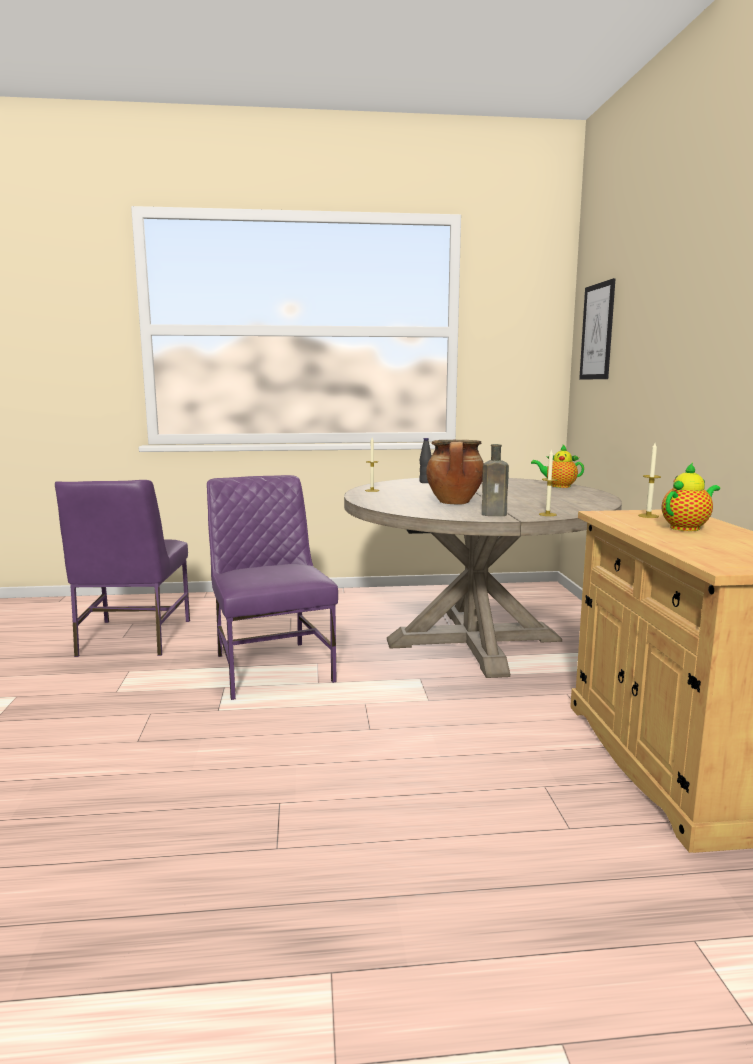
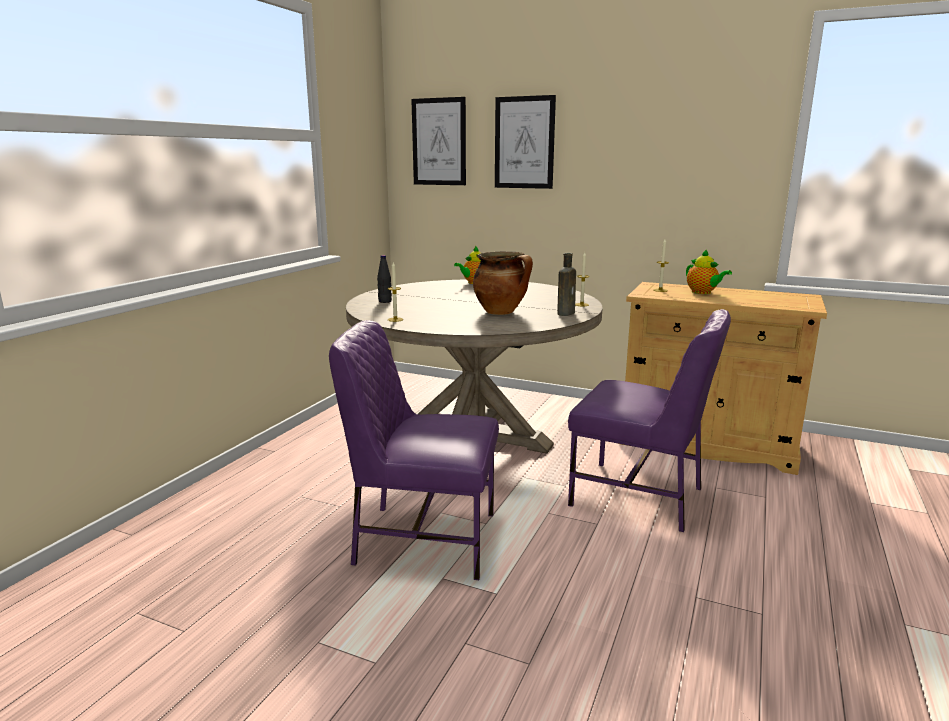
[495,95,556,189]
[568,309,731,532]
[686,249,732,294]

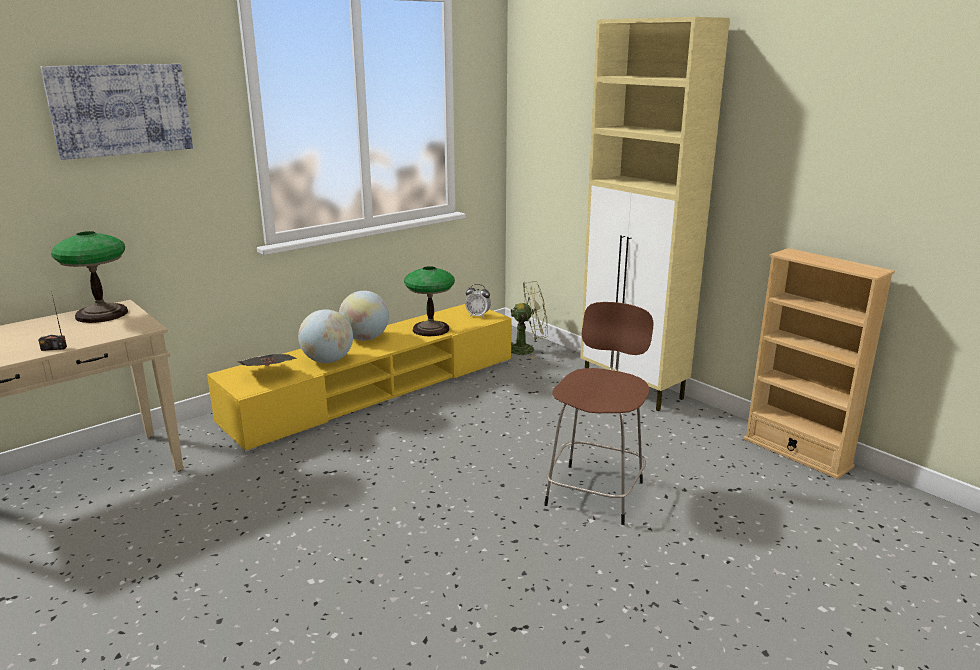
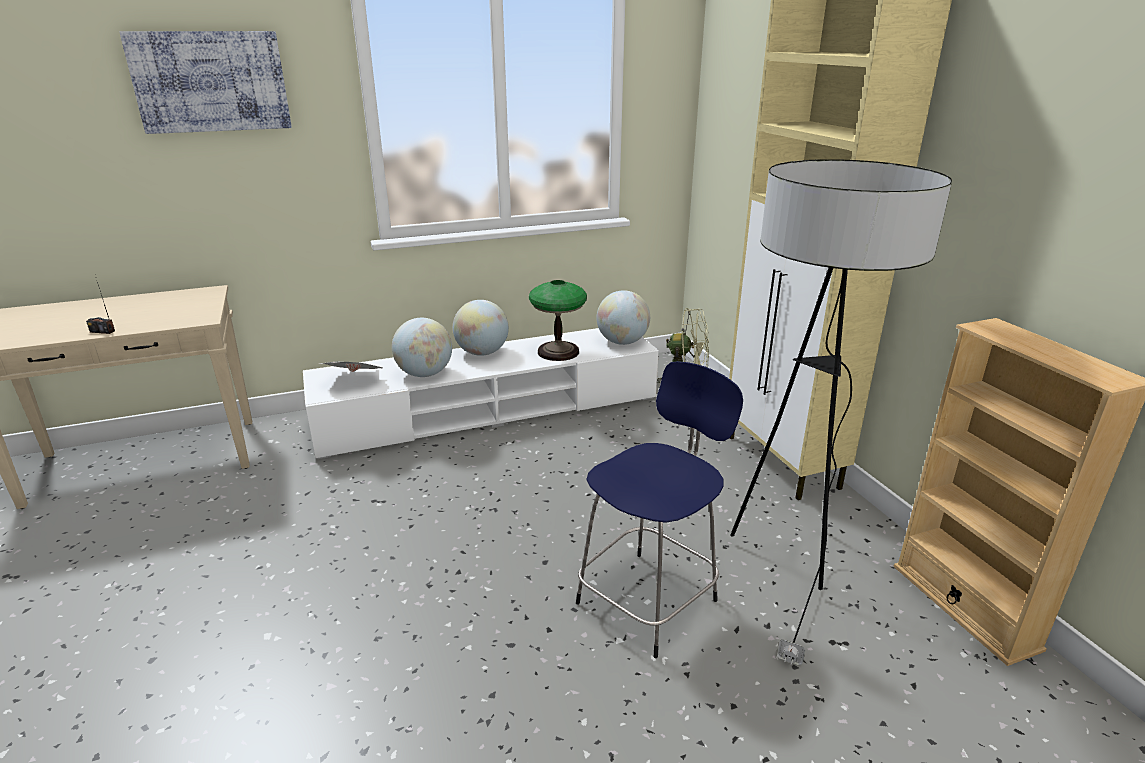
[51,231,128,323] (first image)
[730,159,952,665]
[597,290,650,345]
[303,328,659,459]
[576,361,743,658]

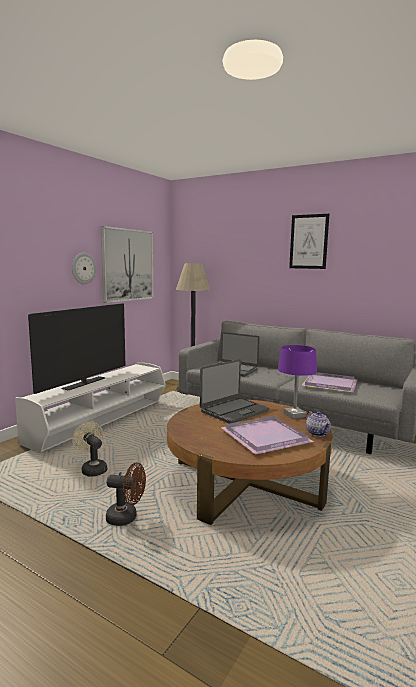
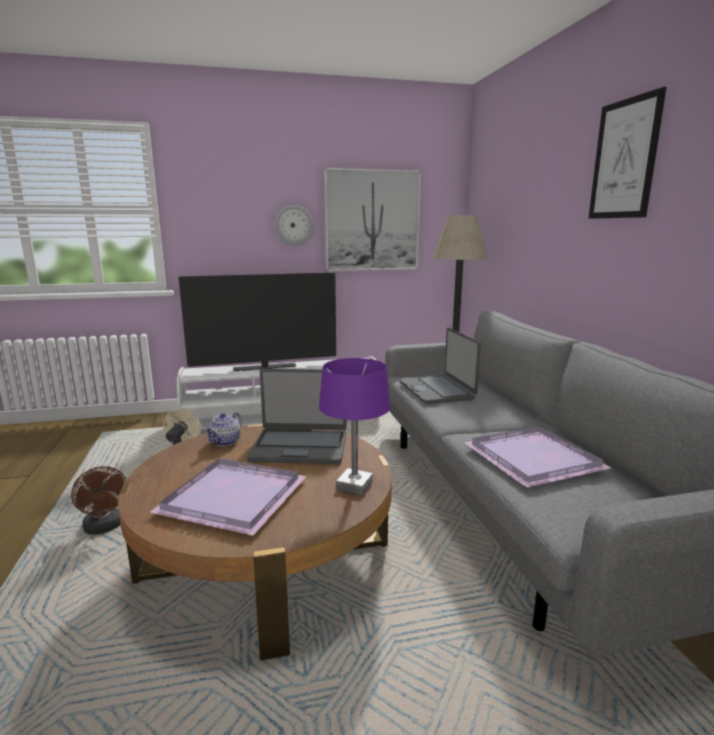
[204,412,242,446]

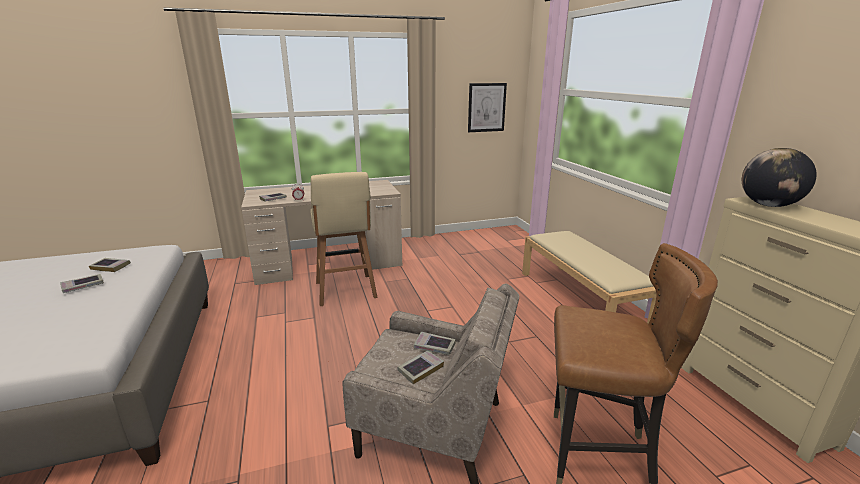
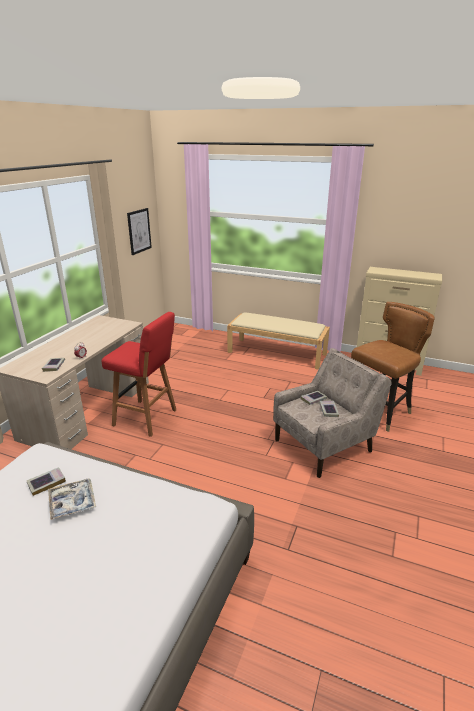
[742,148,817,207] (first image)
[48,478,96,520]
[101,312,176,437]

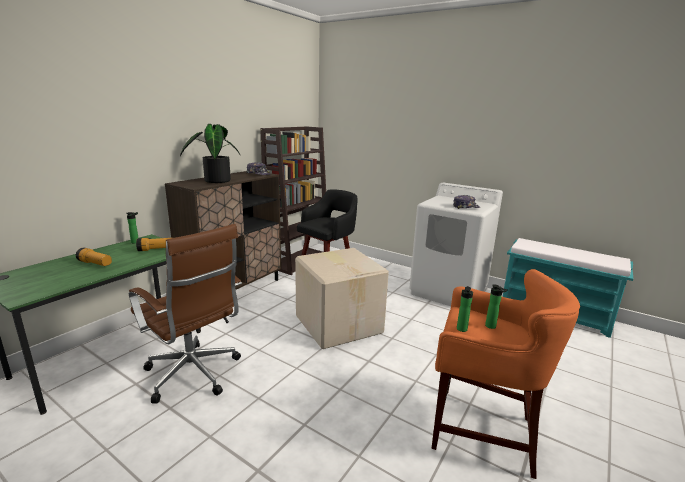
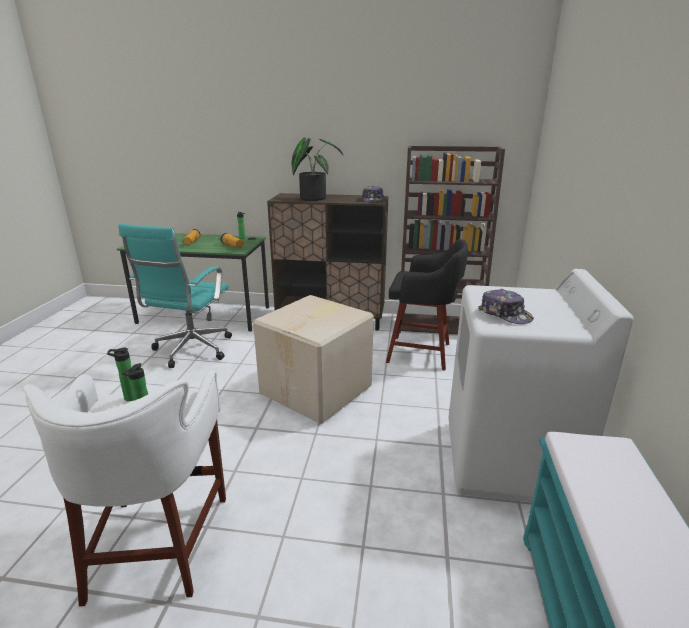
[118,224,232,368]
[23,370,226,607]

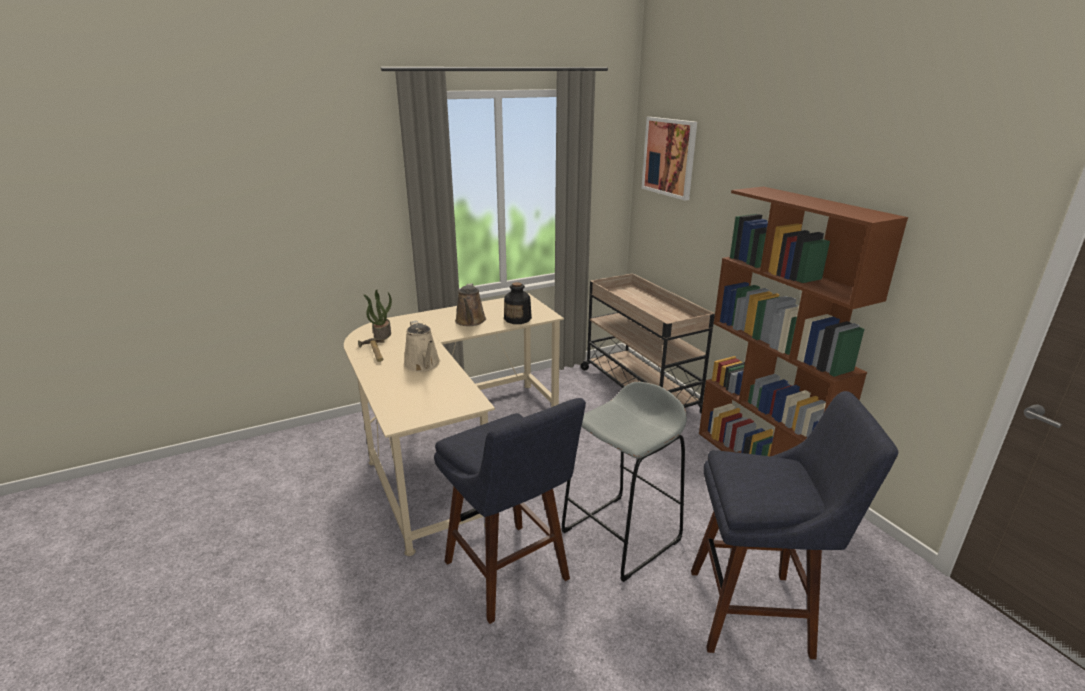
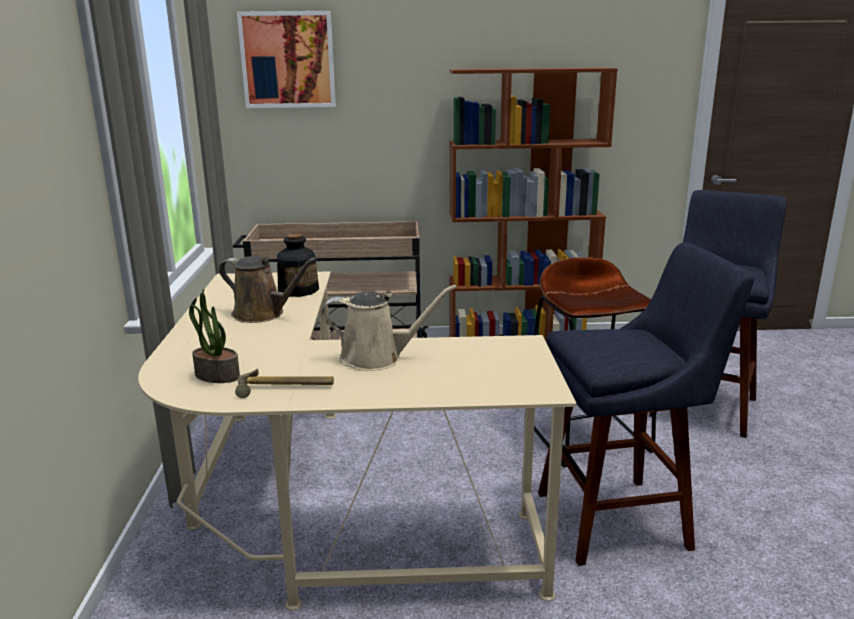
[534,257,656,467]

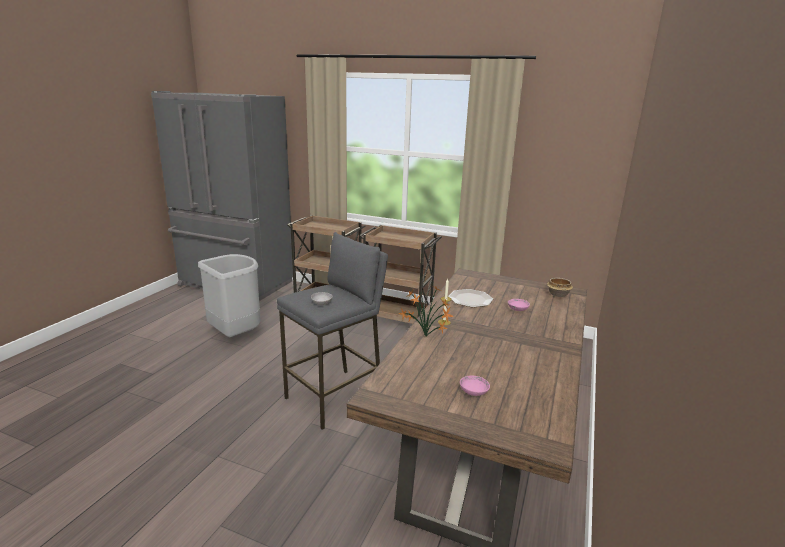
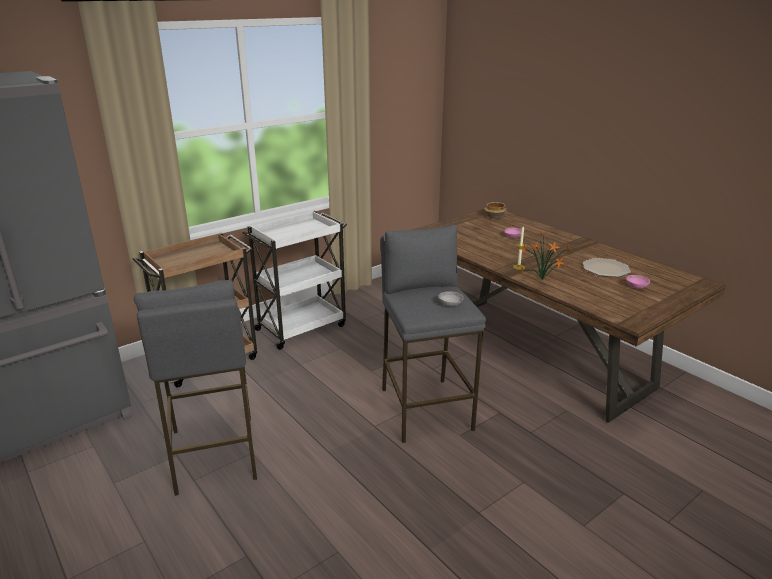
[583,258,631,277]
[134,280,257,496]
[242,211,347,350]

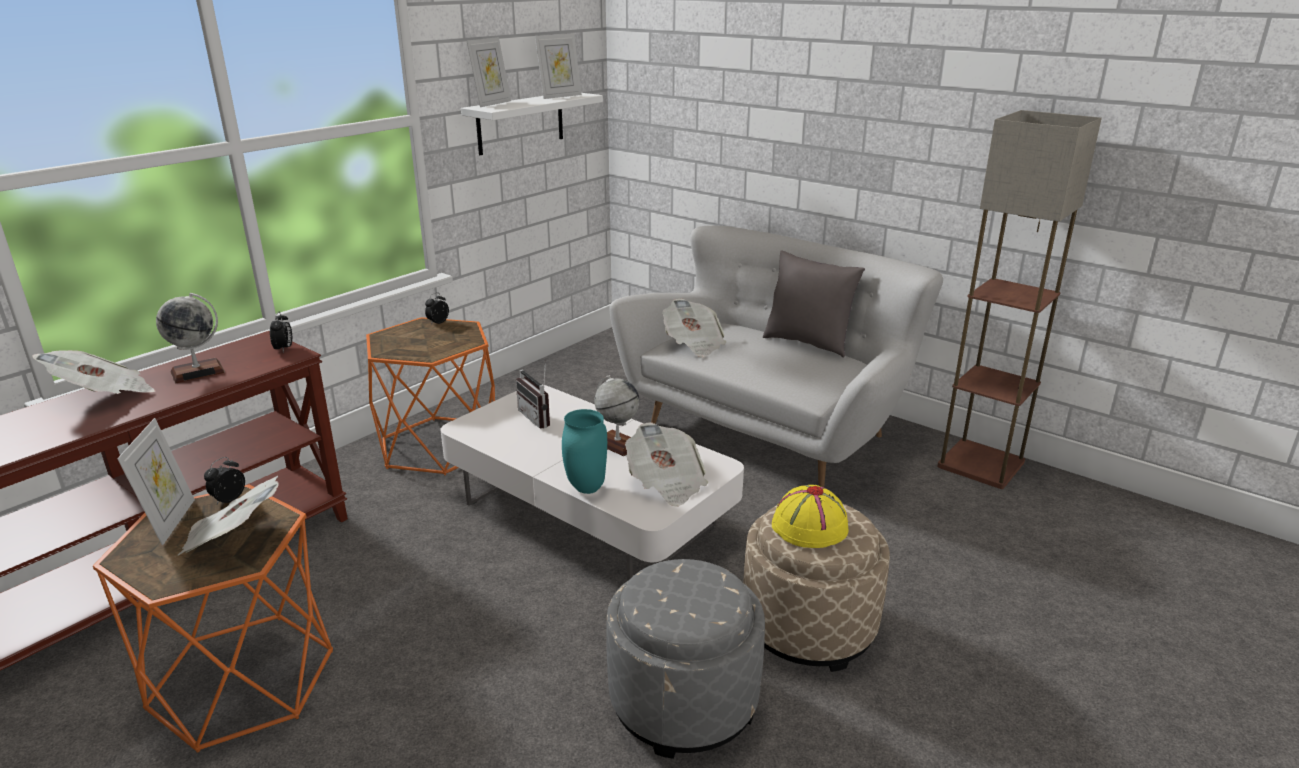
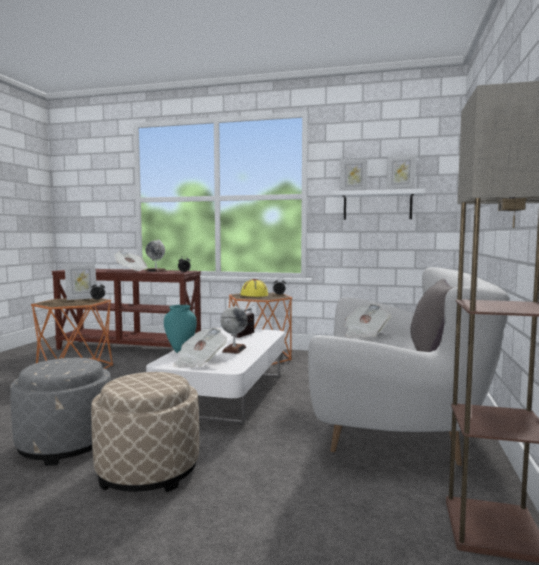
[177,476,279,556] (first image)
[240,279,268,297]

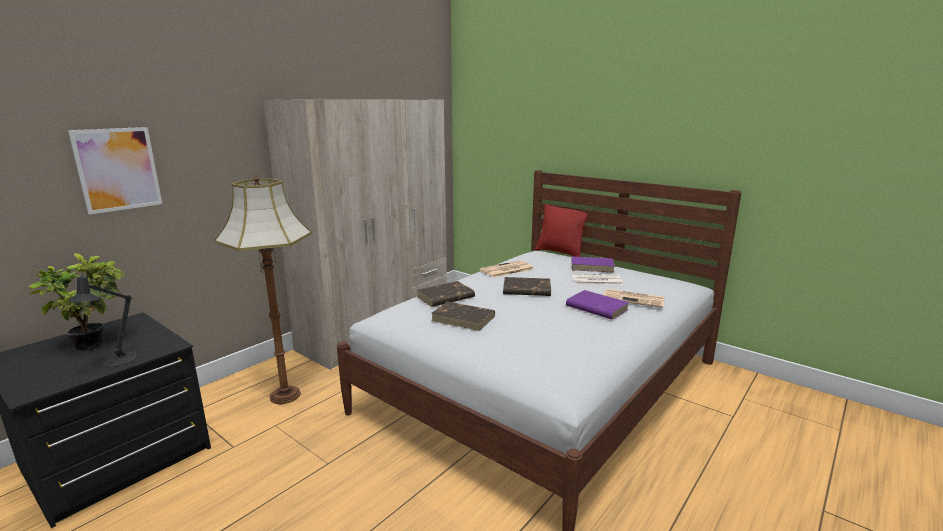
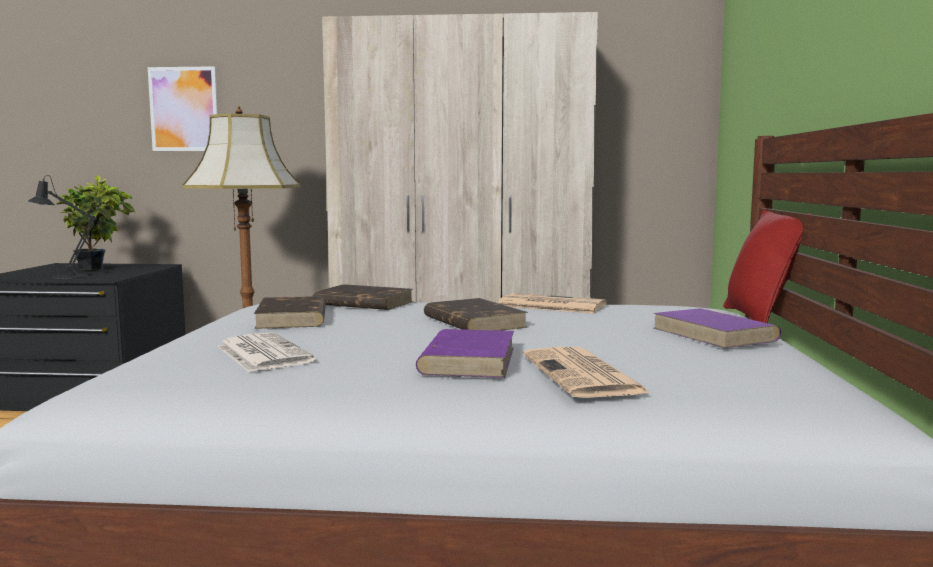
[217,332,316,372]

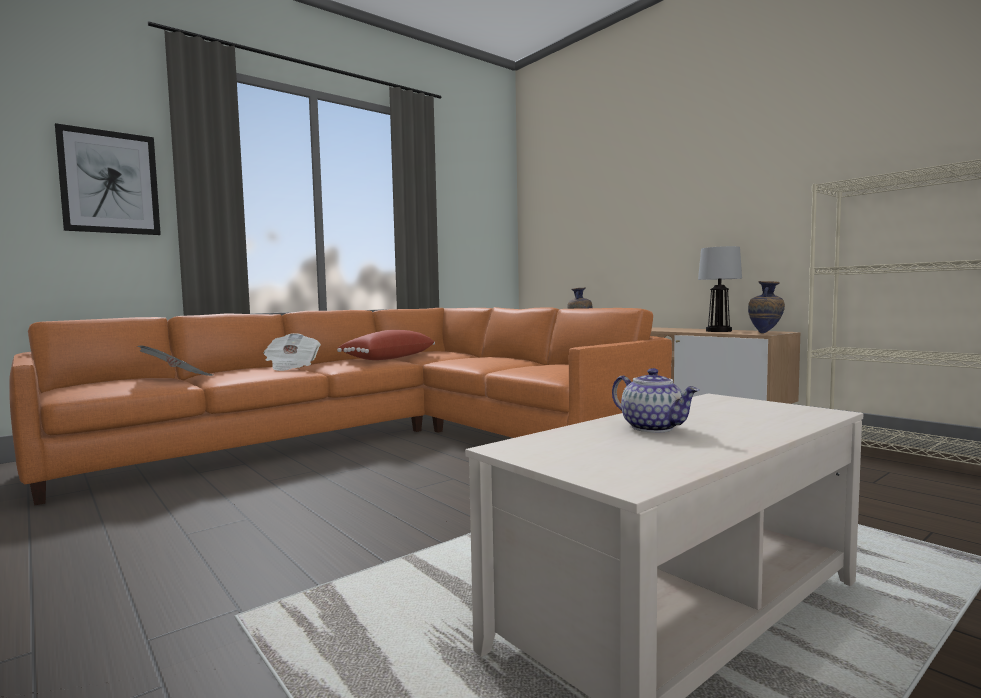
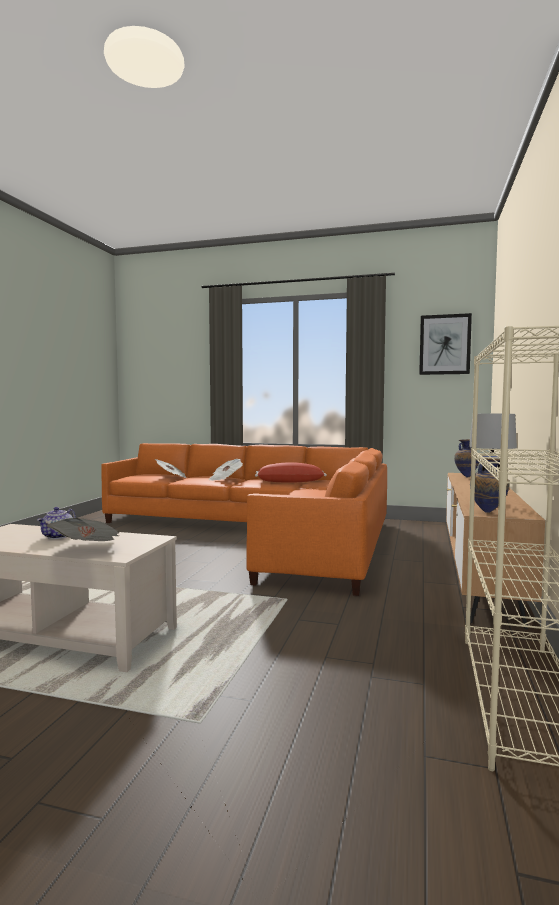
[46,518,120,541]
[419,313,472,375]

